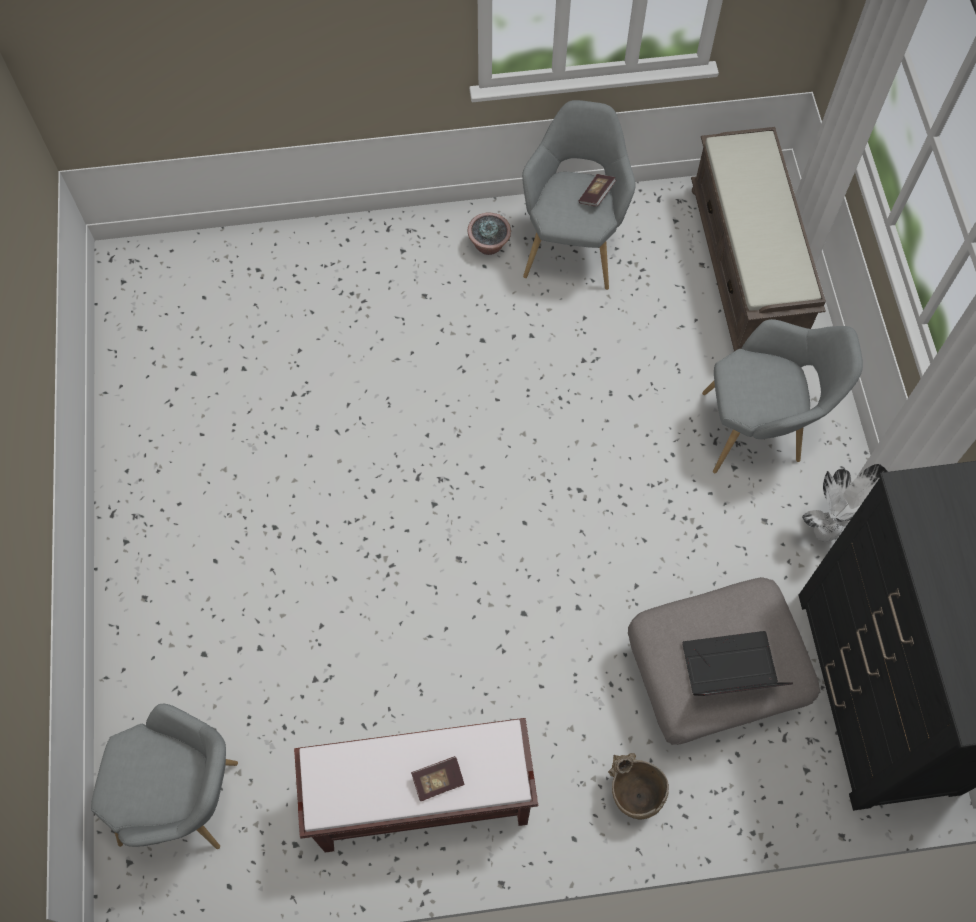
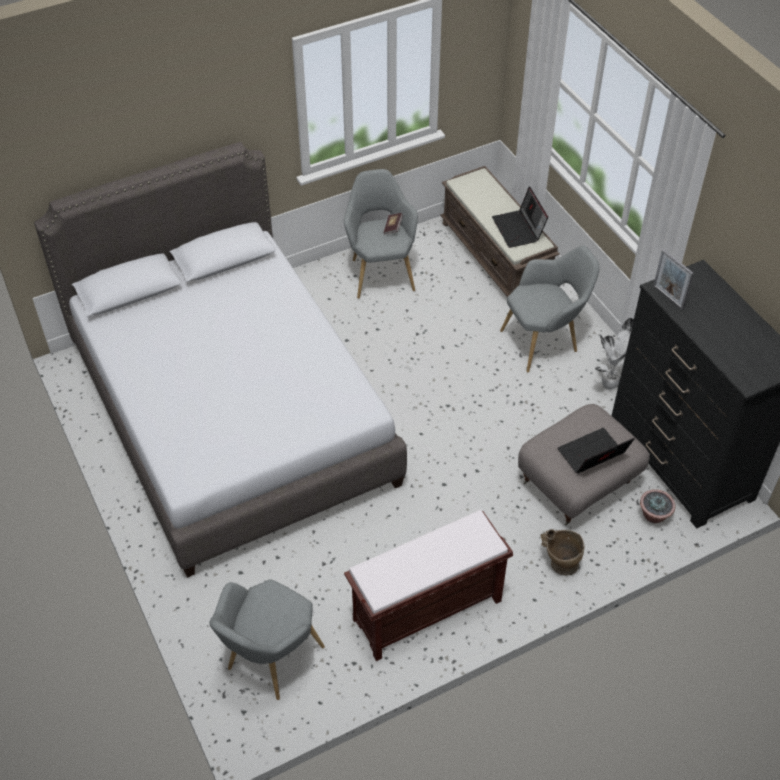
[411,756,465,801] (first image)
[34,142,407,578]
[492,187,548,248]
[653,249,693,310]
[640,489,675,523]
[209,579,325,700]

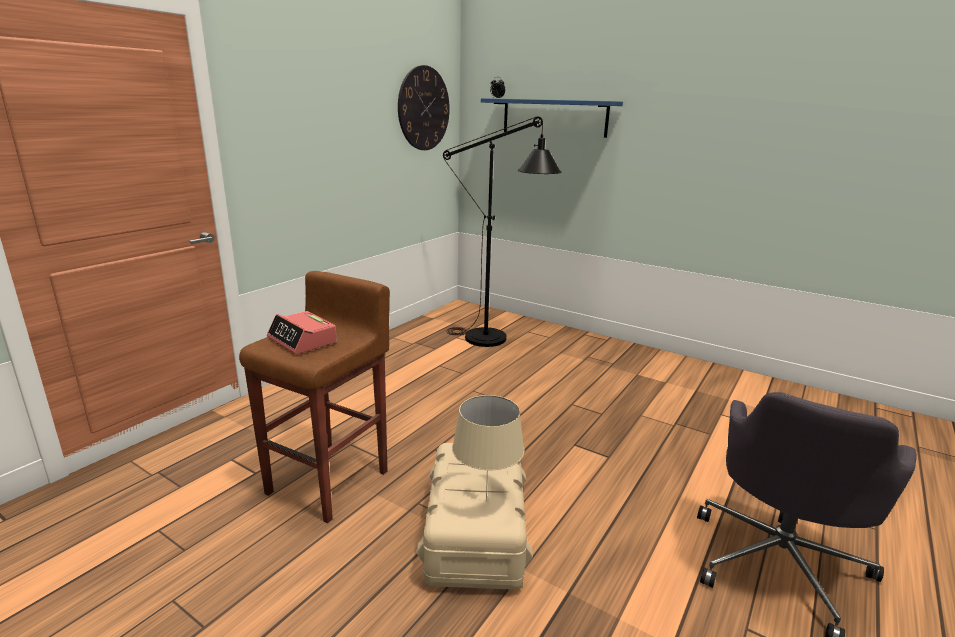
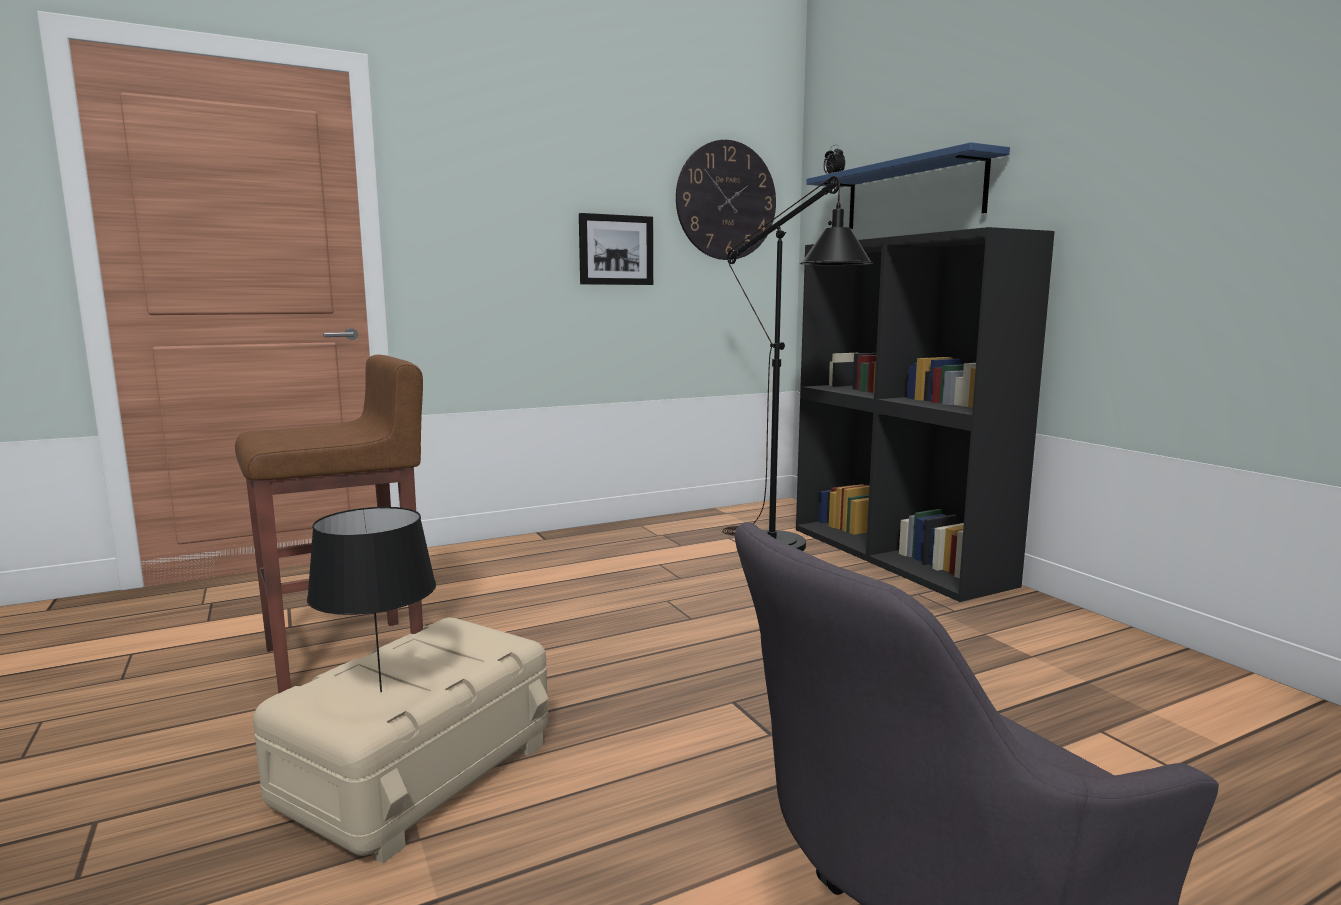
[267,311,337,354] (first image)
[579,213,653,285]
[796,227,1055,602]
[307,507,436,692]

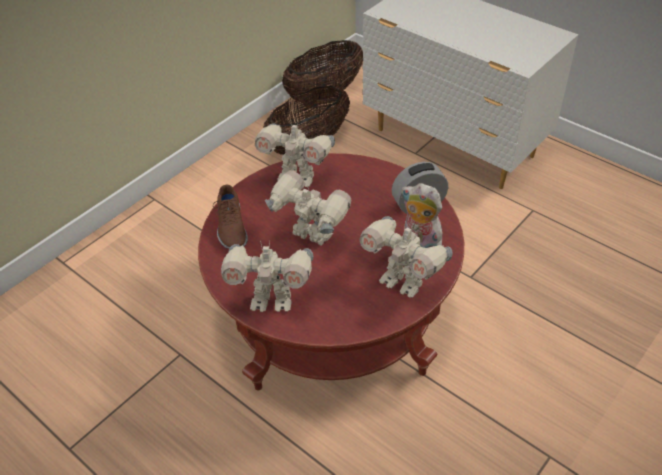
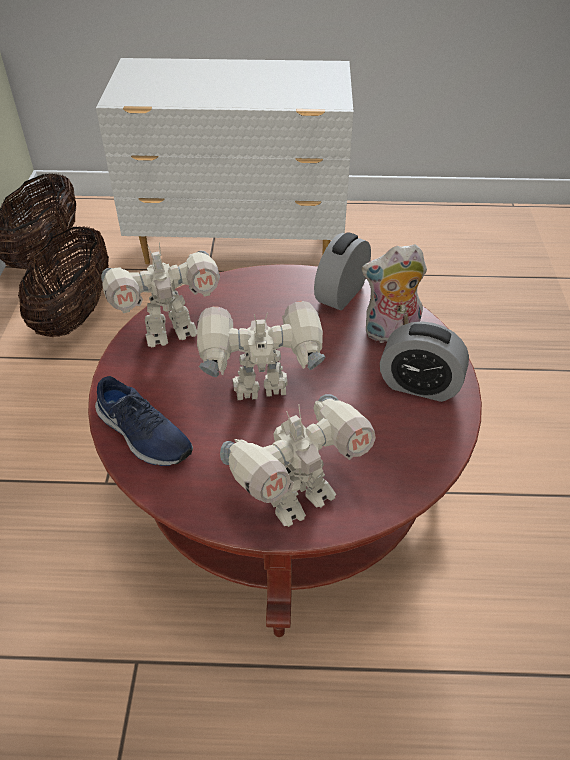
[380,321,469,402]
[95,376,193,466]

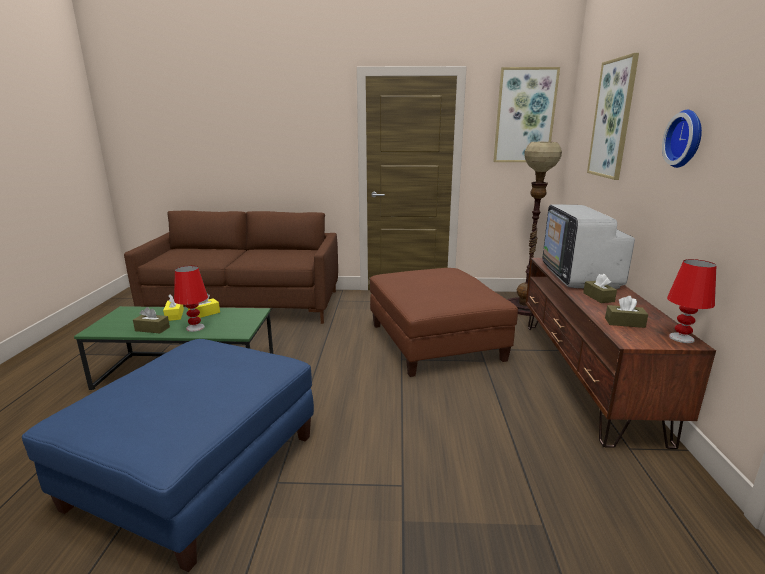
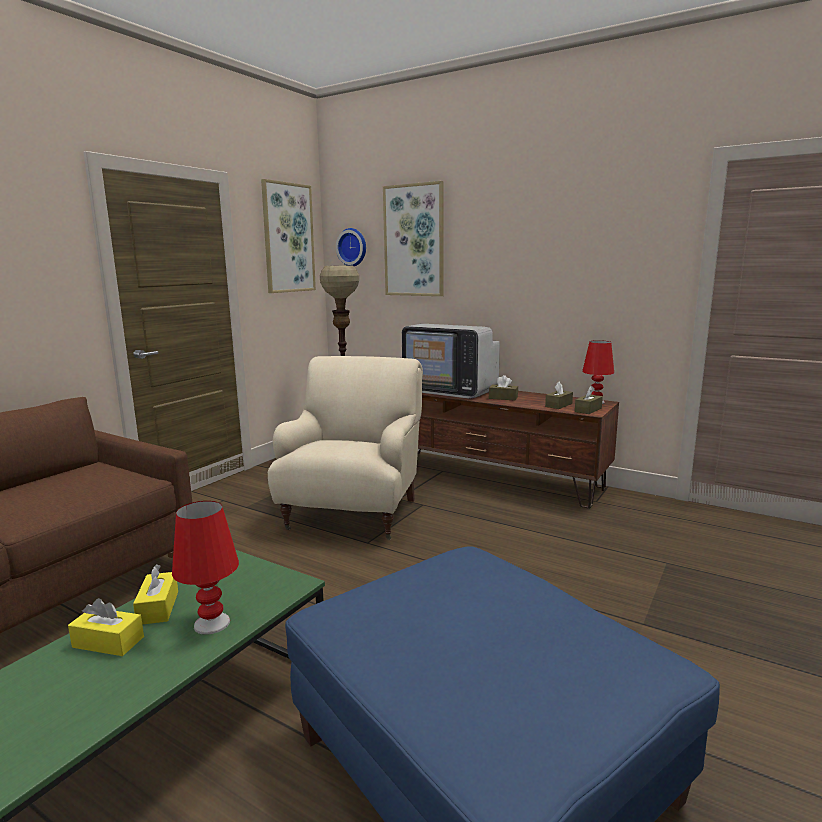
[575,386,603,414]
[336,228,366,266]
[268,356,423,540]

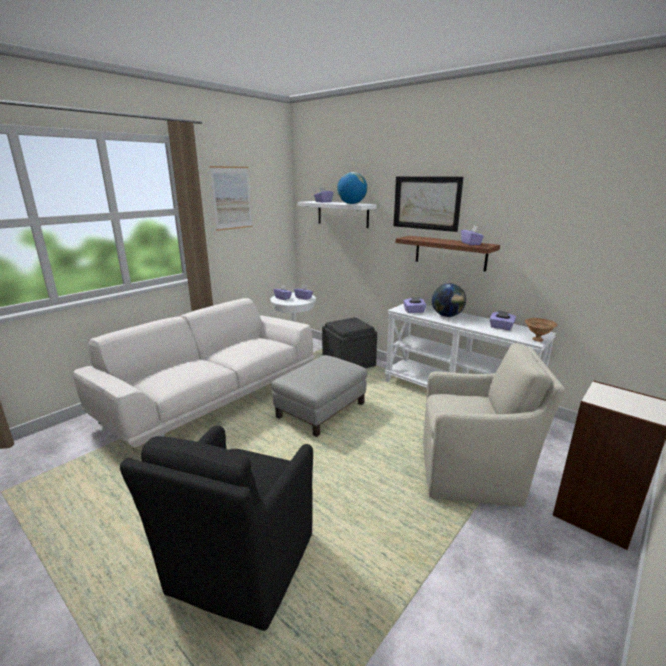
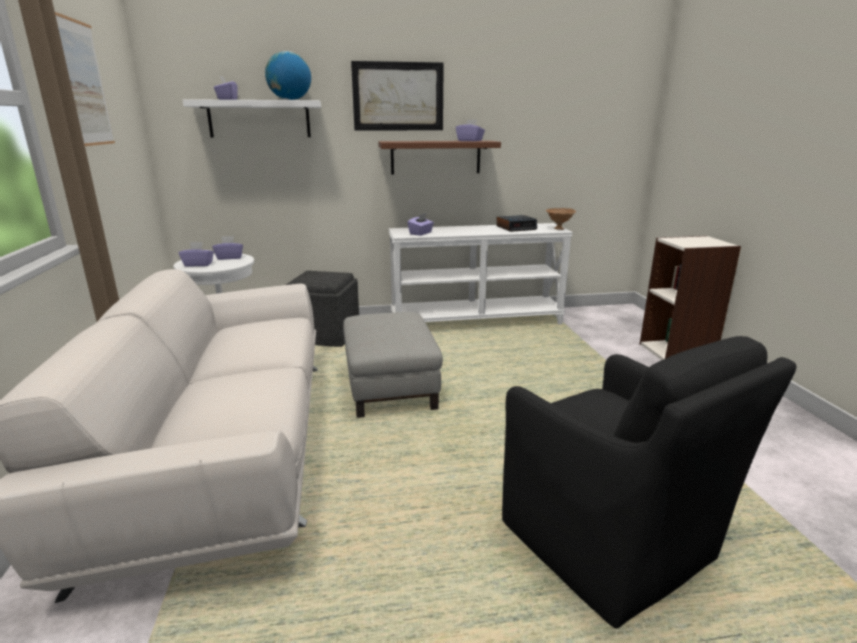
[423,343,565,507] (first image)
[432,283,466,317] (first image)
[496,215,537,232]

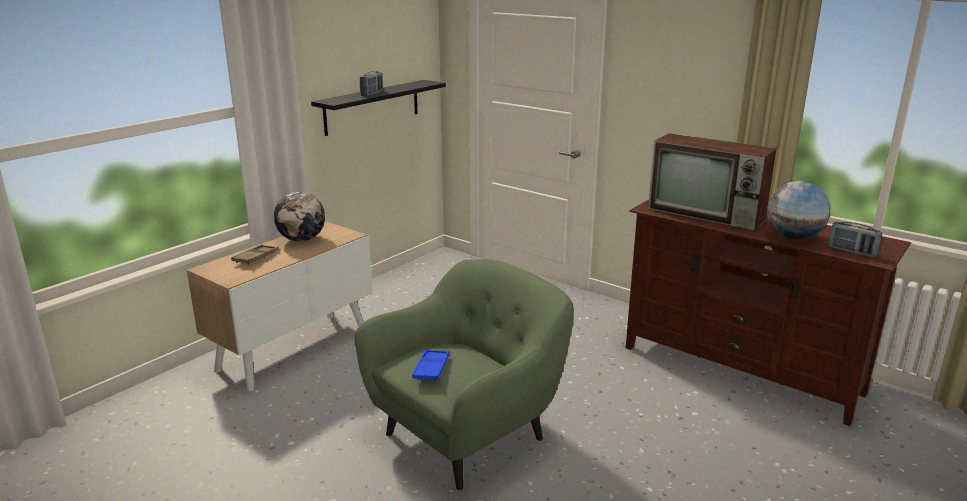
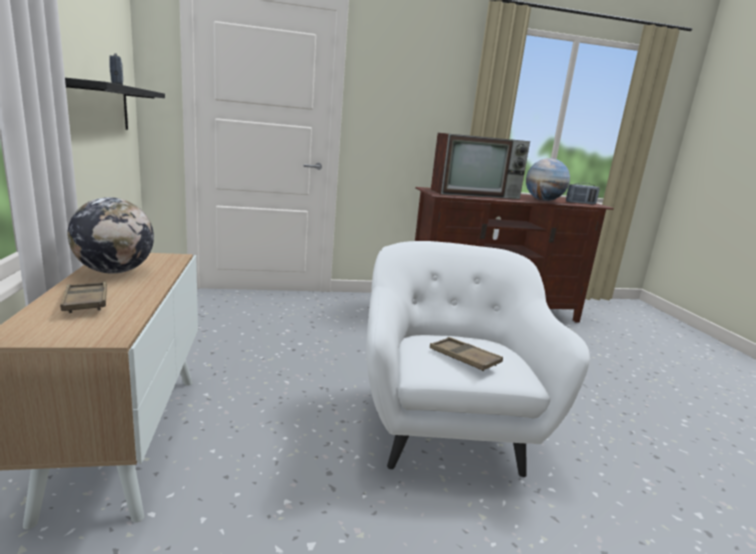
[366,241,590,477]
[430,337,503,371]

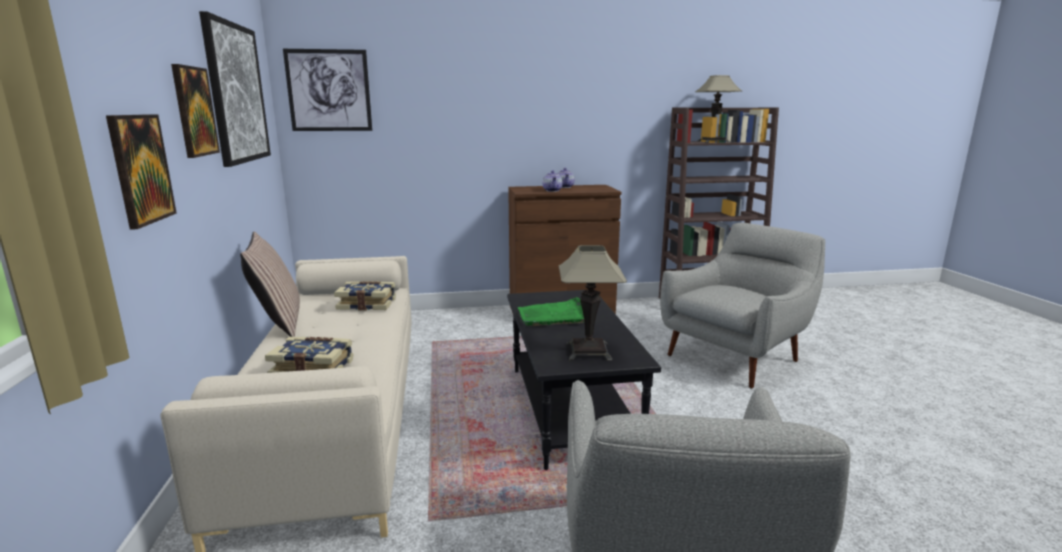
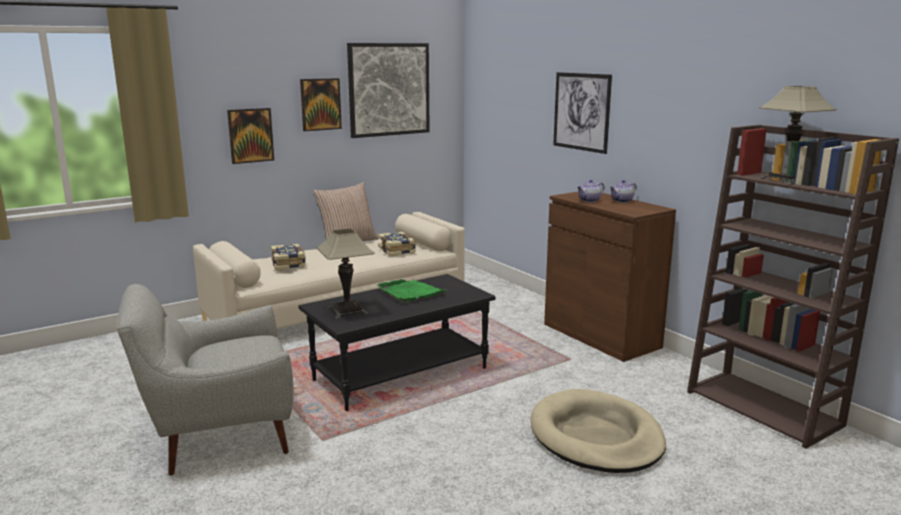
[553,72,612,154]
[530,389,666,473]

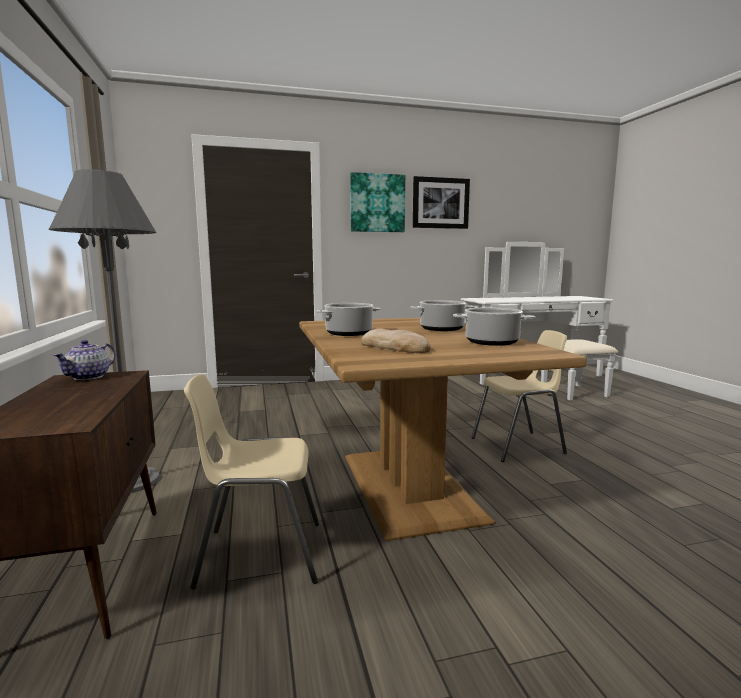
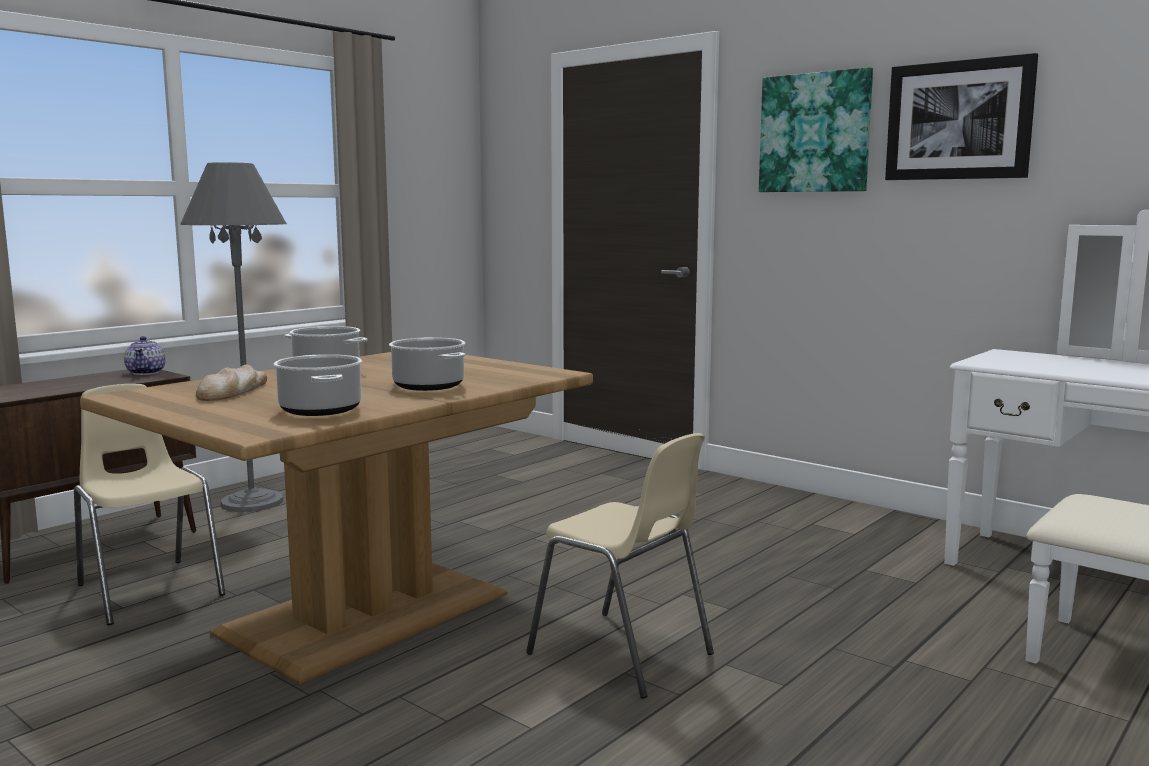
[124,336,166,375]

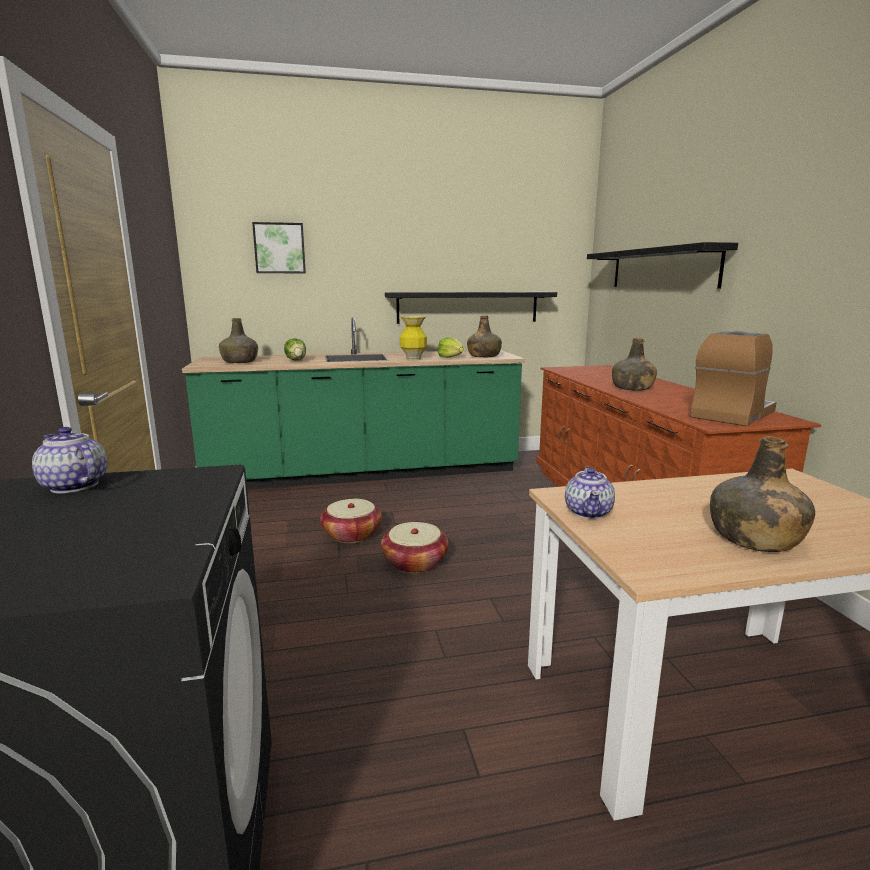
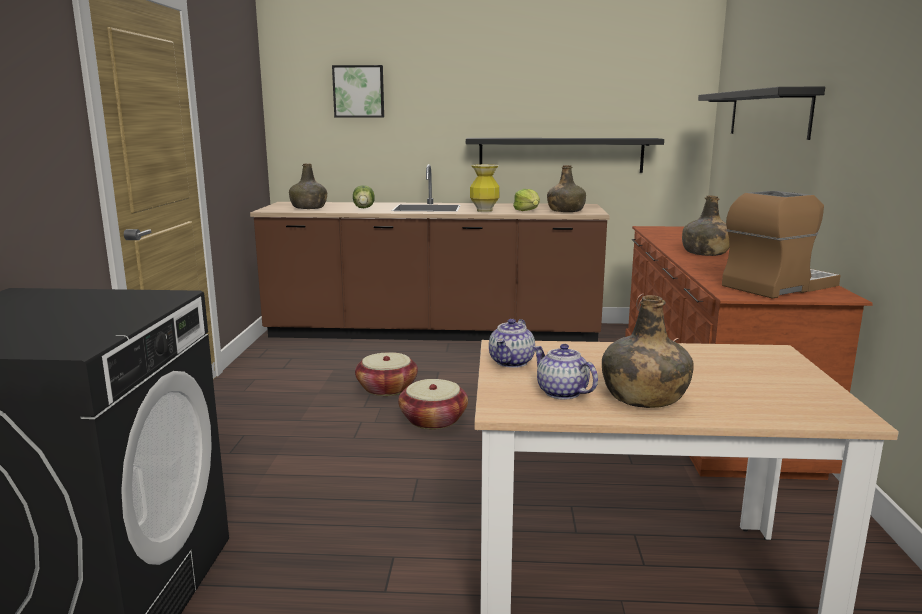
[533,344,598,399]
[250,164,610,342]

